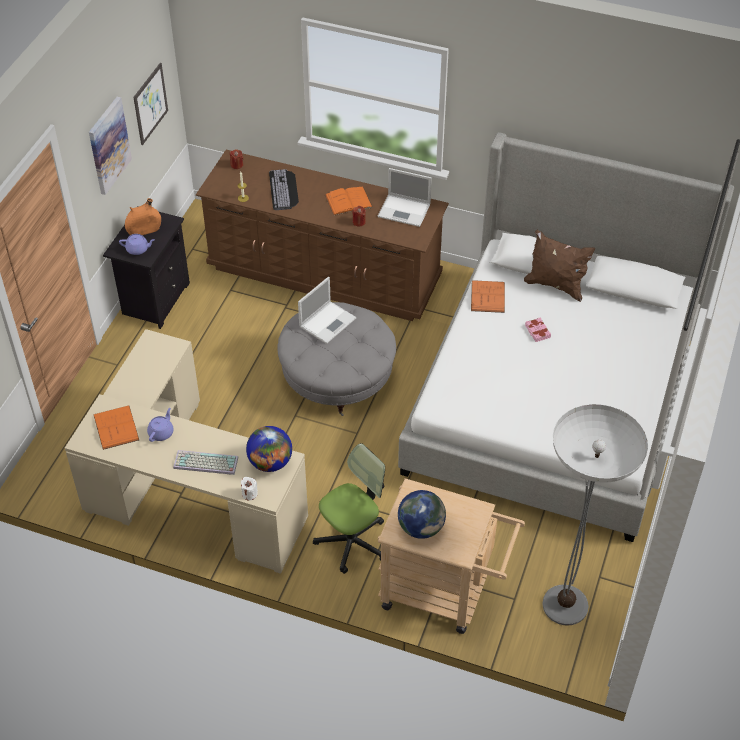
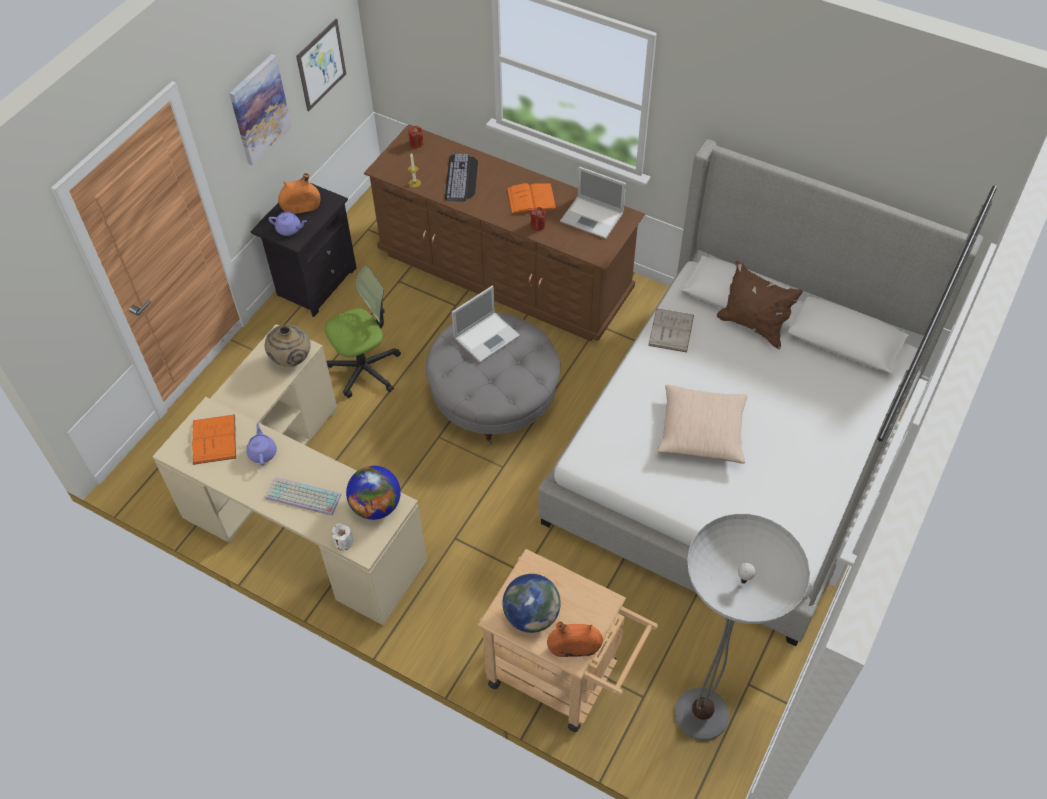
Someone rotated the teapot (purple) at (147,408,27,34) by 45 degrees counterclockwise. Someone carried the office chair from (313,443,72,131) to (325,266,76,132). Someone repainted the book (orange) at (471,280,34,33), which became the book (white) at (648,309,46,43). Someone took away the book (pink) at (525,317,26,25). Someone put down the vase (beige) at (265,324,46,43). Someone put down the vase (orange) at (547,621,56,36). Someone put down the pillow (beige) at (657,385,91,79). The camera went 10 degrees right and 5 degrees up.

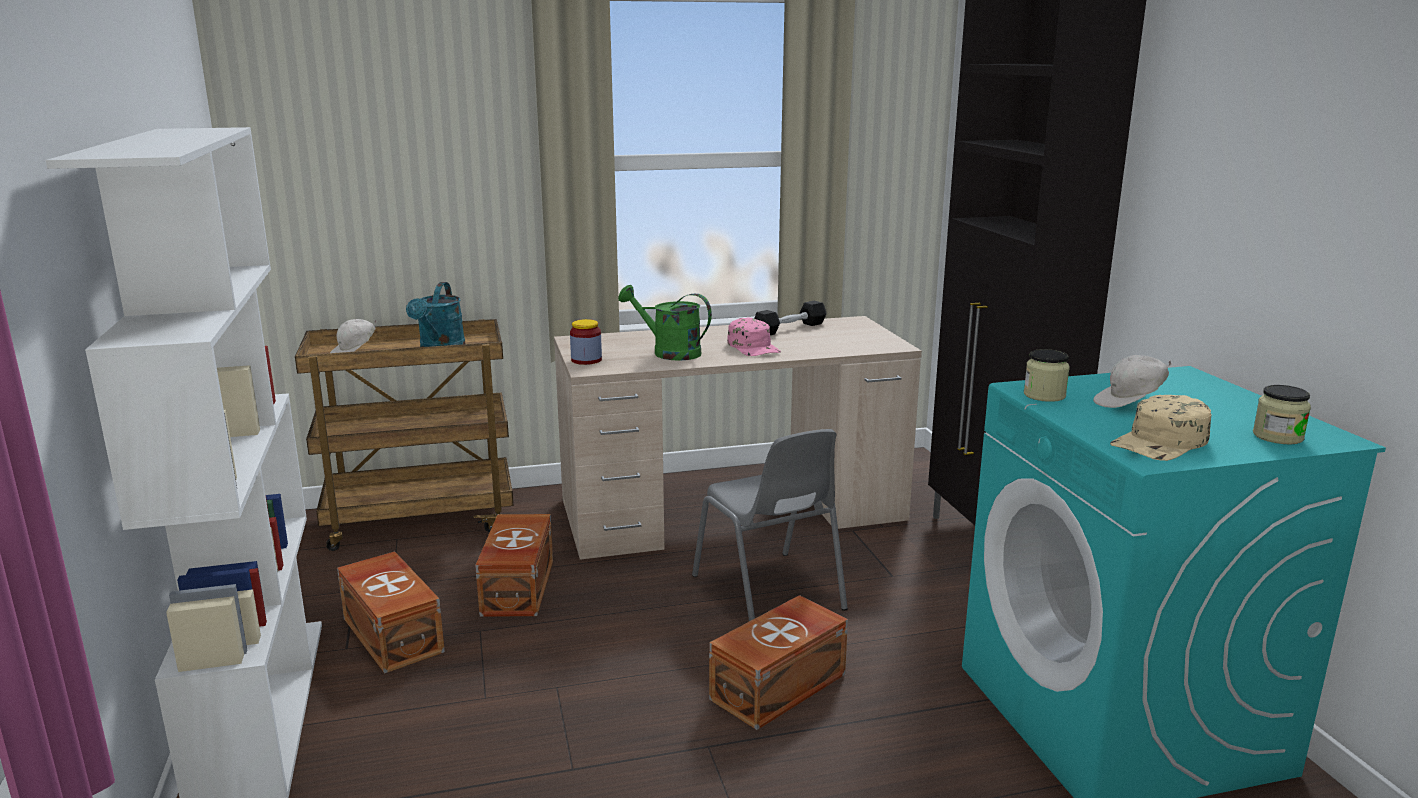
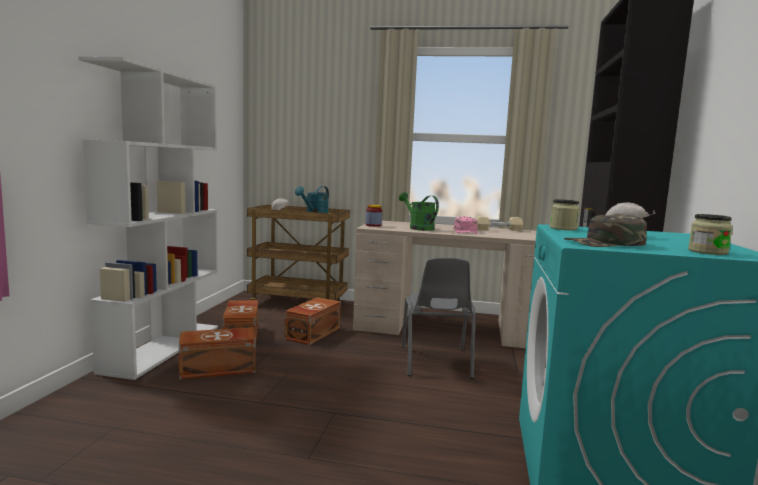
Someone carried the storage box (brown) from (709,595,139,135) to (179,327,77,52). Someone repainted the dumbbell (black) at (754,301,73,34), which became the dumbbell (beige) at (476,216,47,15). Someone repainted the cap (beige) at (1110,395,102,66), which became the cap (green) at (564,214,83,33). The camera went 25 degrees right and 10 degrees down.

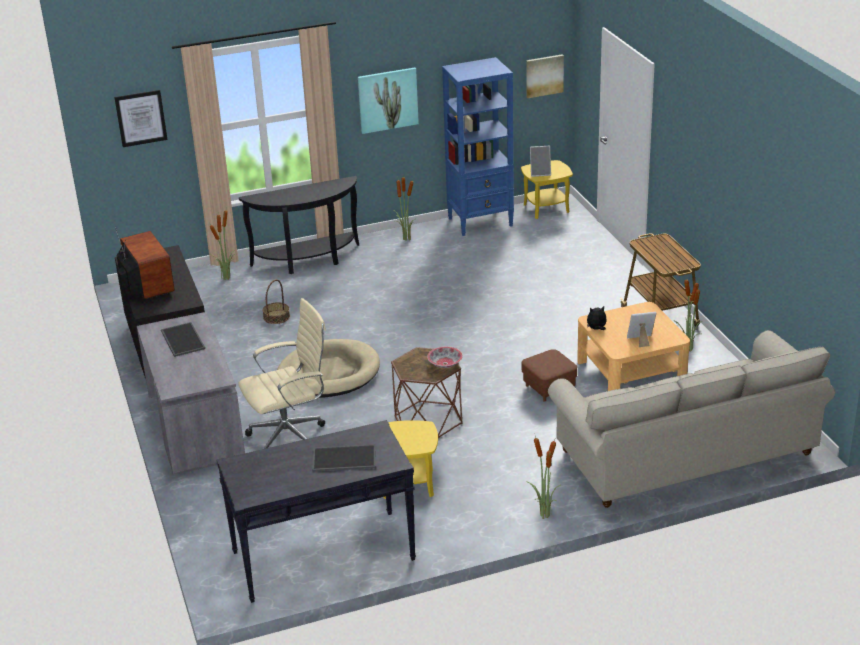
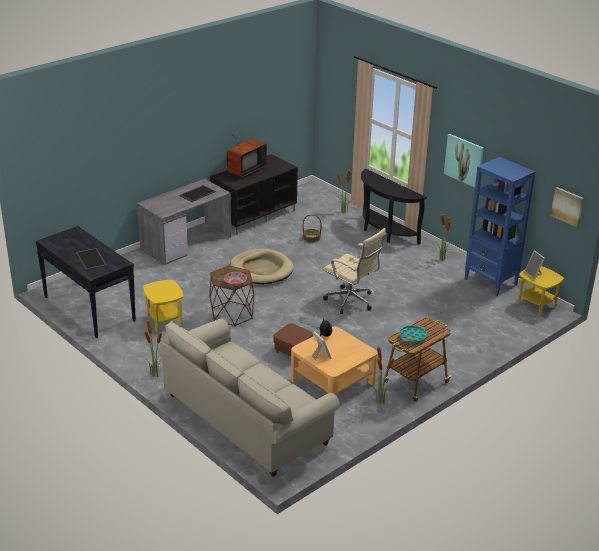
Someone took away the picture at (114,90,54,57). Someone carried the office chair (beige) from (238,298,88,151) to (323,228,63,86). Someone put down the tray (turquoise) at (399,326,28,17). The camera went 65 degrees right and 0 degrees up.

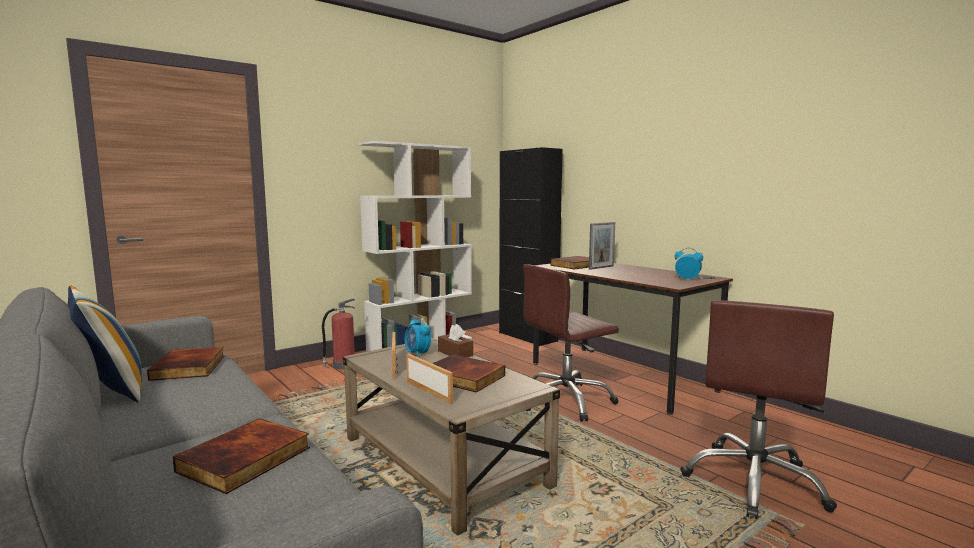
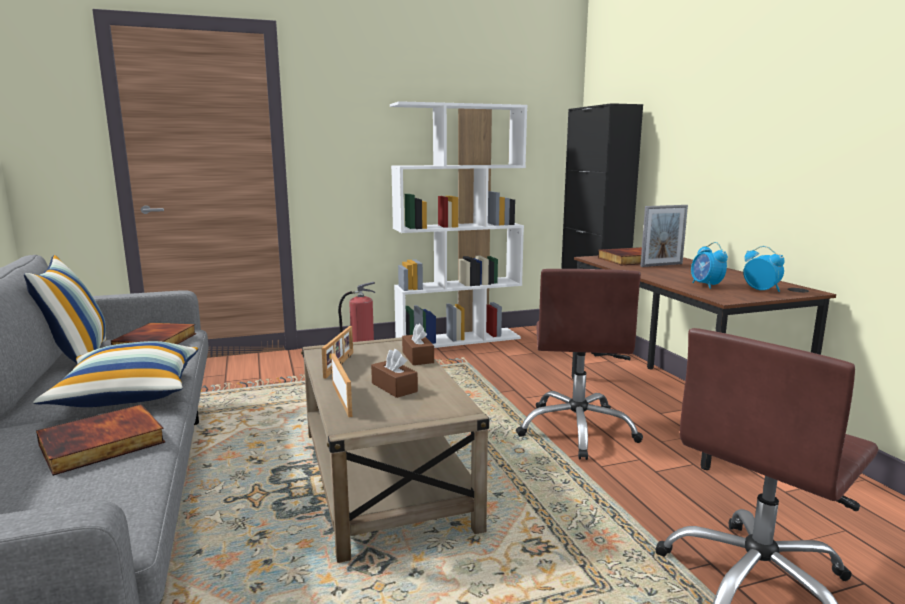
Someone carried the alarm clock from (405,316,26,42) to (691,242,37,47). Someone swapped the book at (432,354,73,39) for the tissue box (brown) at (371,349,47,49). Someone rotated the office chair (brown) at (523,264,96,158) by 75 degrees counterclockwise. Someone put down the pillow at (33,341,165,66). The camera went 20 degrees right and 5 degrees up.

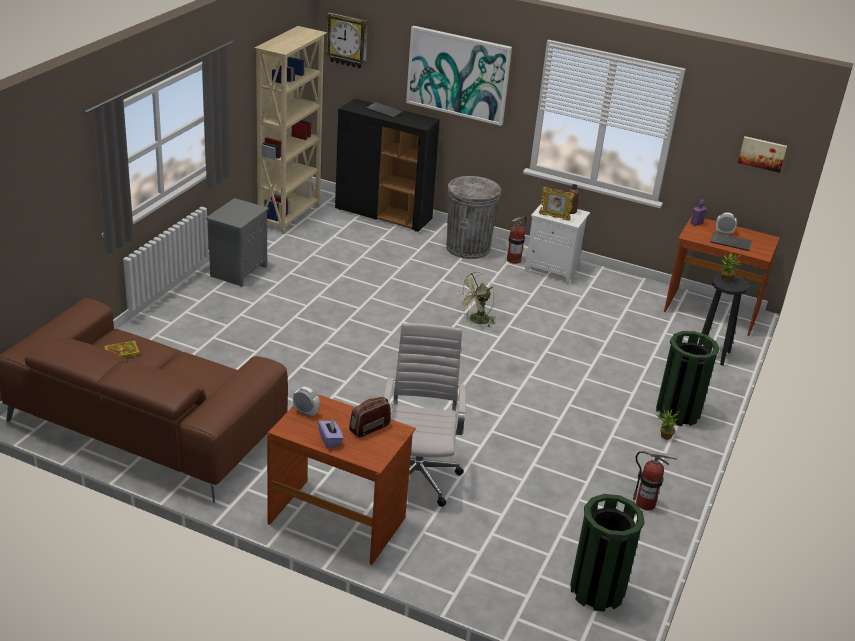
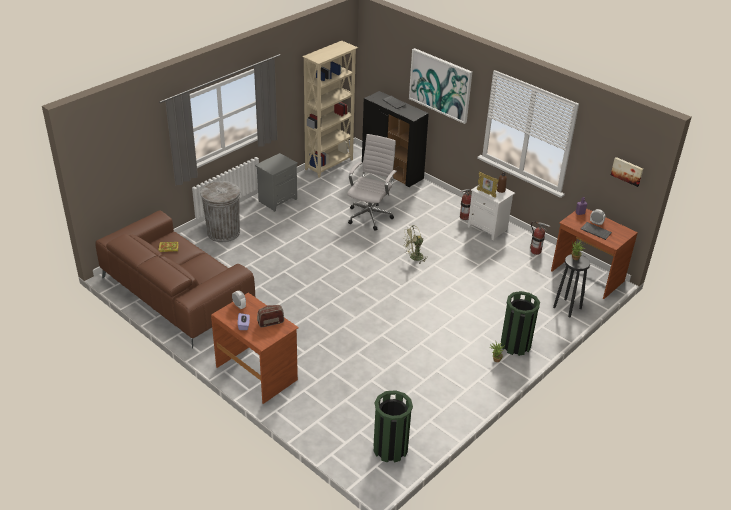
Someone took away the wall clock at (326,13,42,56). Someone carried the office chair (white) from (383,323,83,184) to (347,134,50,97). Someone carried the trash can (grey) from (446,176,55,83) to (200,181,40,61). Someone carried the fire extinguisher from (633,451,45,60) to (530,221,20,34). The camera went 20 degrees right and 5 degrees up.

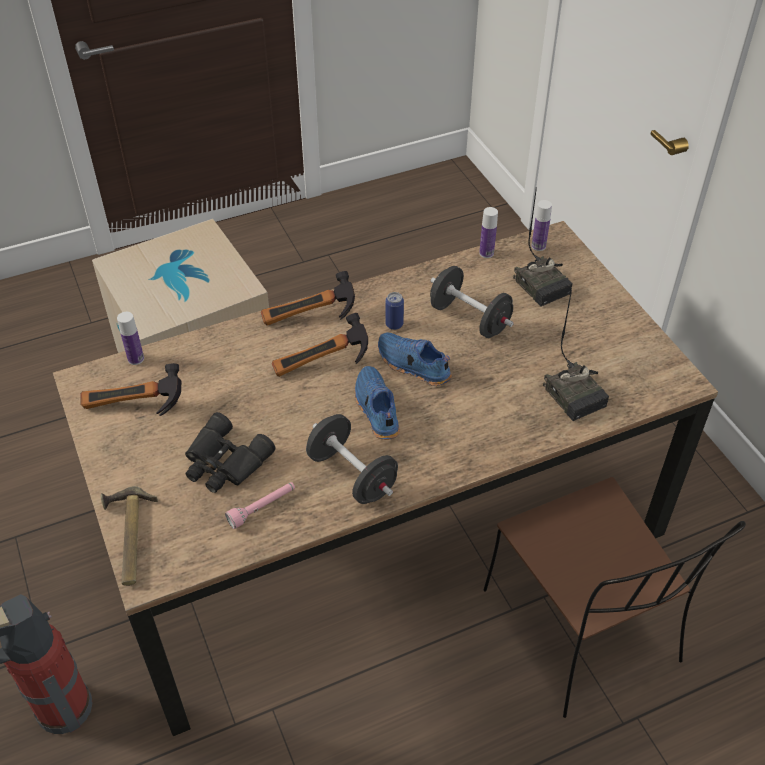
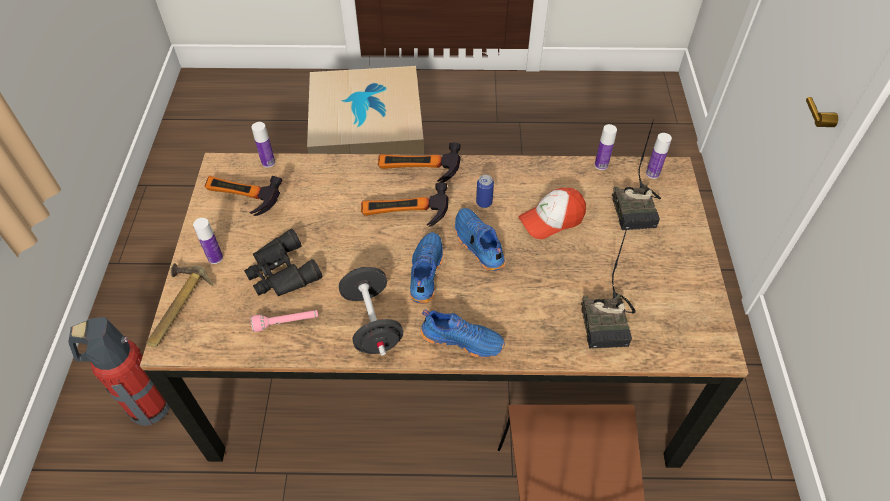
Someone swapped the dumbbell (black) at (430,266,84,72) for the cap at (518,188,68,51). Someone put down the bottle at (193,218,30,46). Someone put down the shoe (blue) at (420,309,85,49). The camera went 25 degrees right and 5 degrees up.

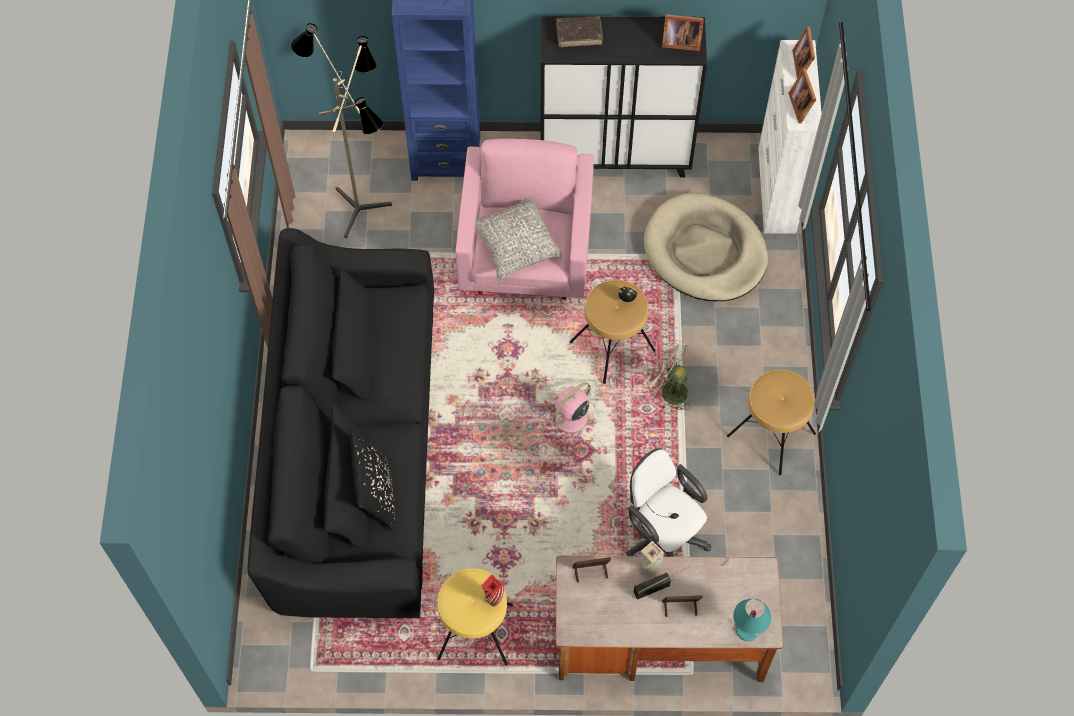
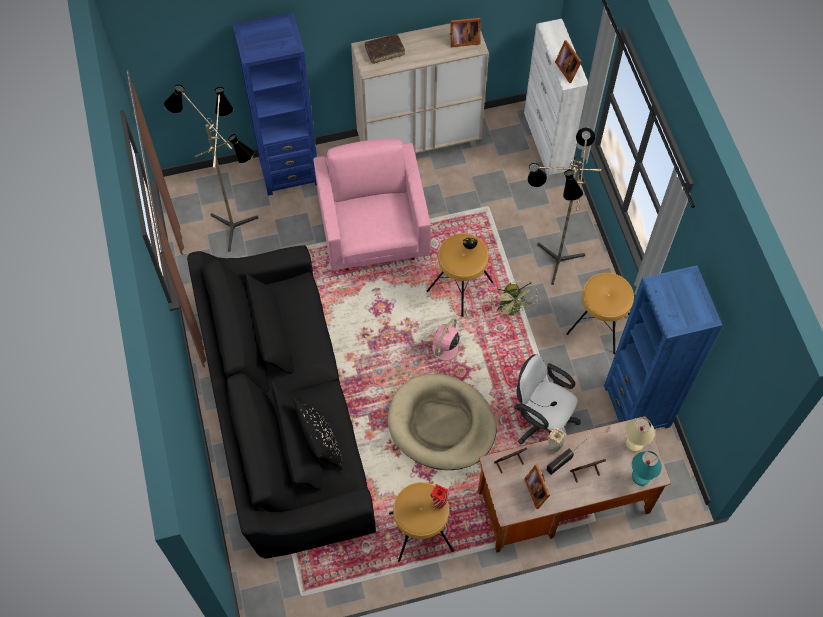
Someone repainted the stool (yellow) at (437,568,76,97), which became the stool (brown) at (389,482,65,80). Someone took away the pillow (grey) at (475,198,88,83). Someone repainted the cabinet (black) at (540,16,167,162), which became the cabinet (beige) at (351,23,138,130). Someone carried the dog bed (beige) from (644,193,124,108) to (388,374,109,96). Someone rotated the fan (green) at (645,340,45,73) by 120 degrees counterclockwise. Someone carried the picture frame from (792,27,23,51) to (524,464,26,45). Someone put down the floor lamp at (528,127,73,158). Someone put down the bookcase (blue) at (604,265,119,164). Someone put down the table lamp (beige) at (625,417,30,35). The camera went 15 degrees left and 0 degrees up.

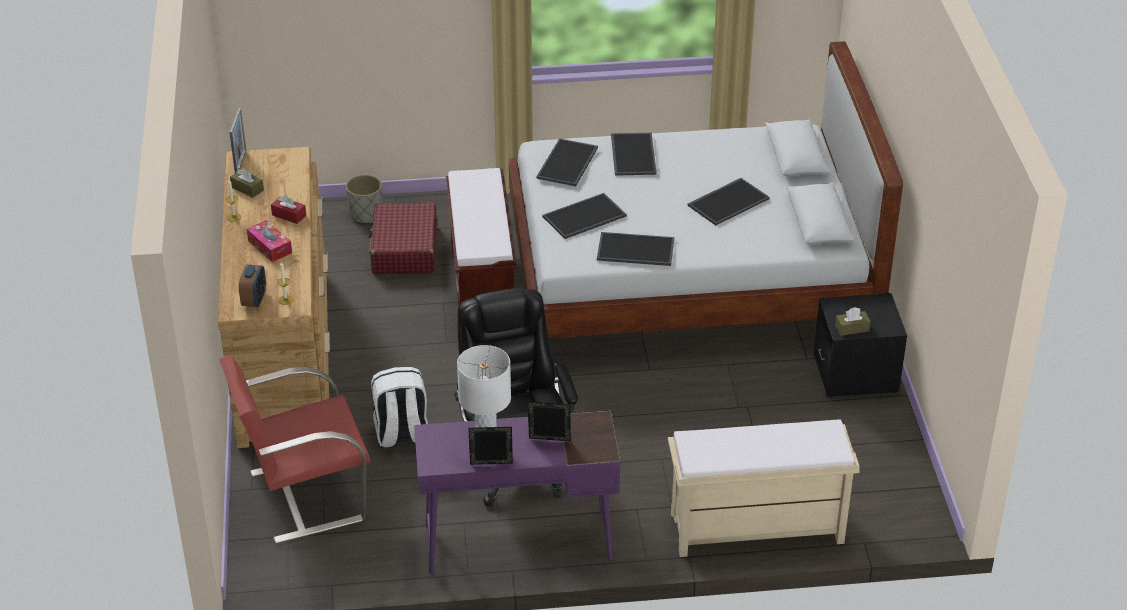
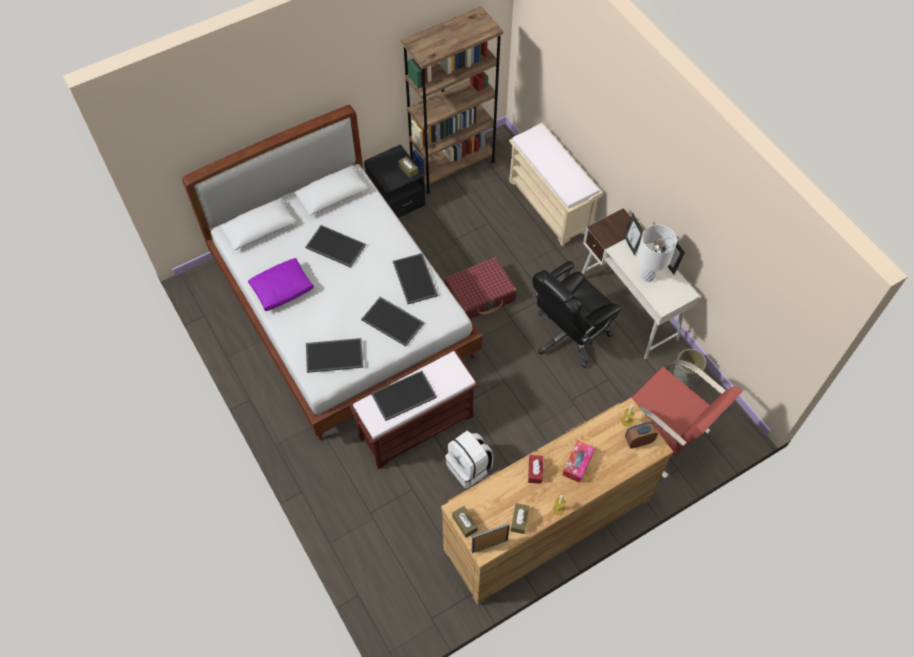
Someone carried the planter (grey) from (346,175,36,48) to (674,349,32,36). Someone carried the suitcase (red) from (368,202,69,72) to (444,257,72,62). Someone carried the backpack (white) from (371,367,57,81) to (445,431,49,58). Someone repainted the desk (purple) at (414,411,206,163), which became the desk (white) at (582,208,118,151). Someone carried the tray from (611,133,46,43) to (371,371,66,50). Someone put down the pillow (purple) at (248,258,66,53). Someone put down the bookcase (brown) at (401,6,102,188). Someone put down the tissue box (brown) at (452,506,26,32). The camera went 115 degrees left and 20 degrees up.

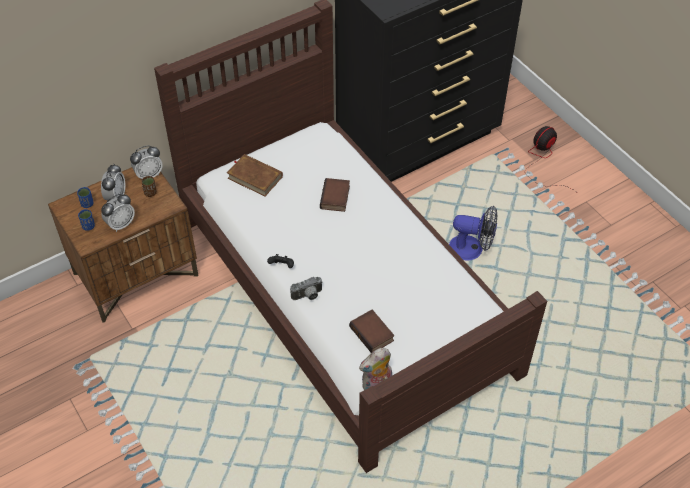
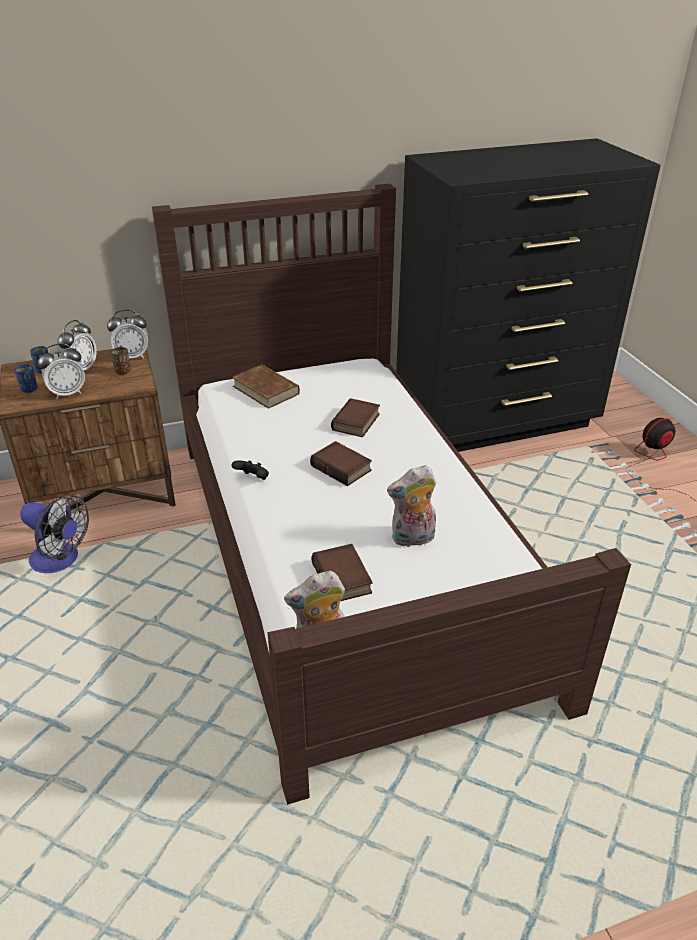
Someone took away the photo camera at (290,277,33,23). Someone carried the fan from (449,206,49,55) to (20,495,69,78). Someone put down the book at (310,441,62,45). Someone put down the plush toy at (387,465,49,82). The camera went 15 degrees right and 15 degrees down.

